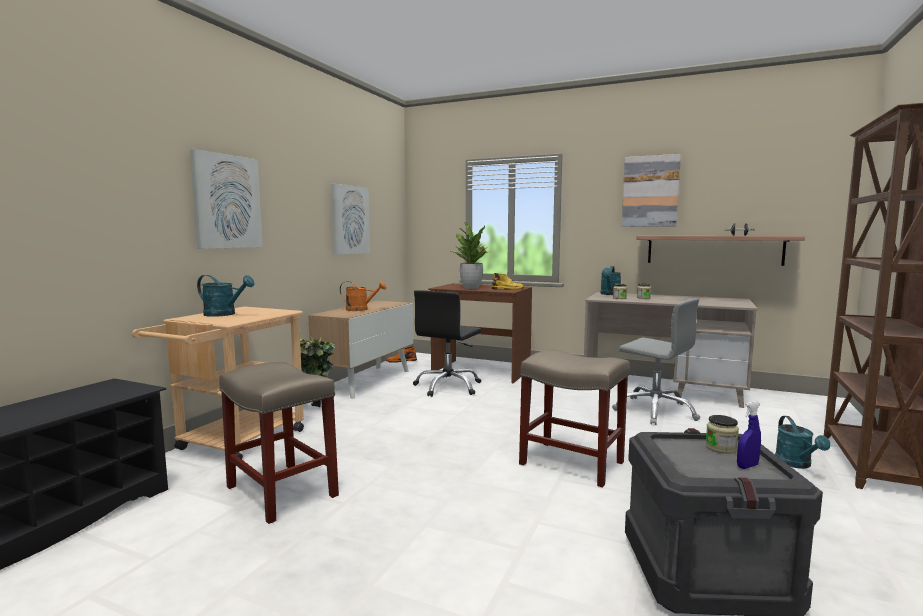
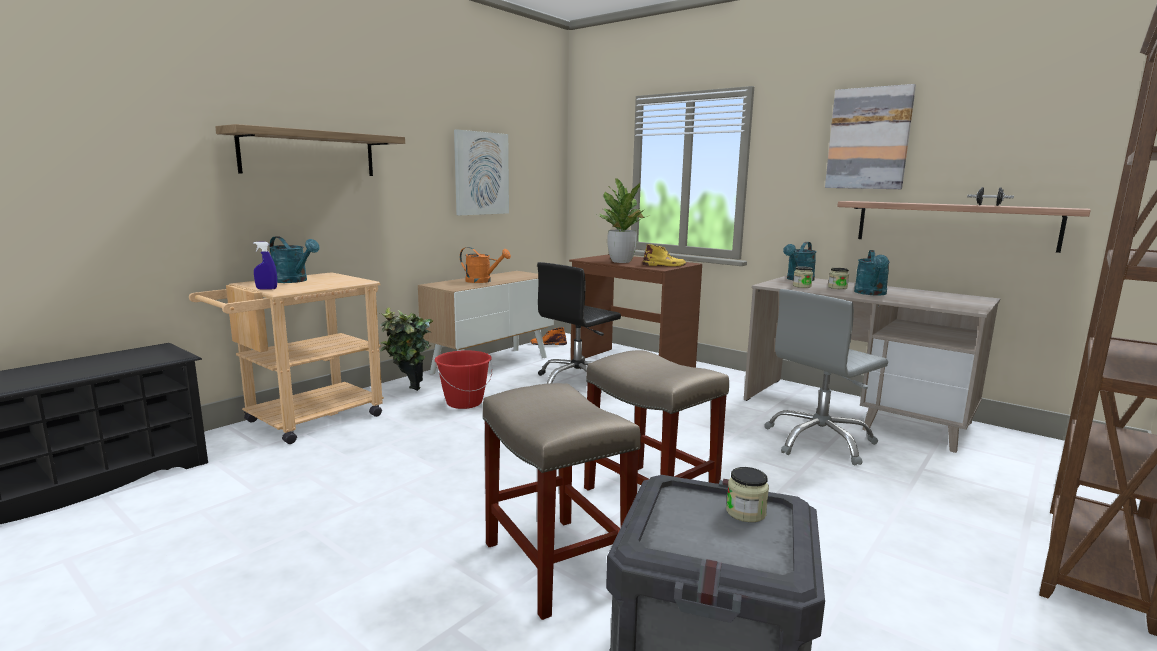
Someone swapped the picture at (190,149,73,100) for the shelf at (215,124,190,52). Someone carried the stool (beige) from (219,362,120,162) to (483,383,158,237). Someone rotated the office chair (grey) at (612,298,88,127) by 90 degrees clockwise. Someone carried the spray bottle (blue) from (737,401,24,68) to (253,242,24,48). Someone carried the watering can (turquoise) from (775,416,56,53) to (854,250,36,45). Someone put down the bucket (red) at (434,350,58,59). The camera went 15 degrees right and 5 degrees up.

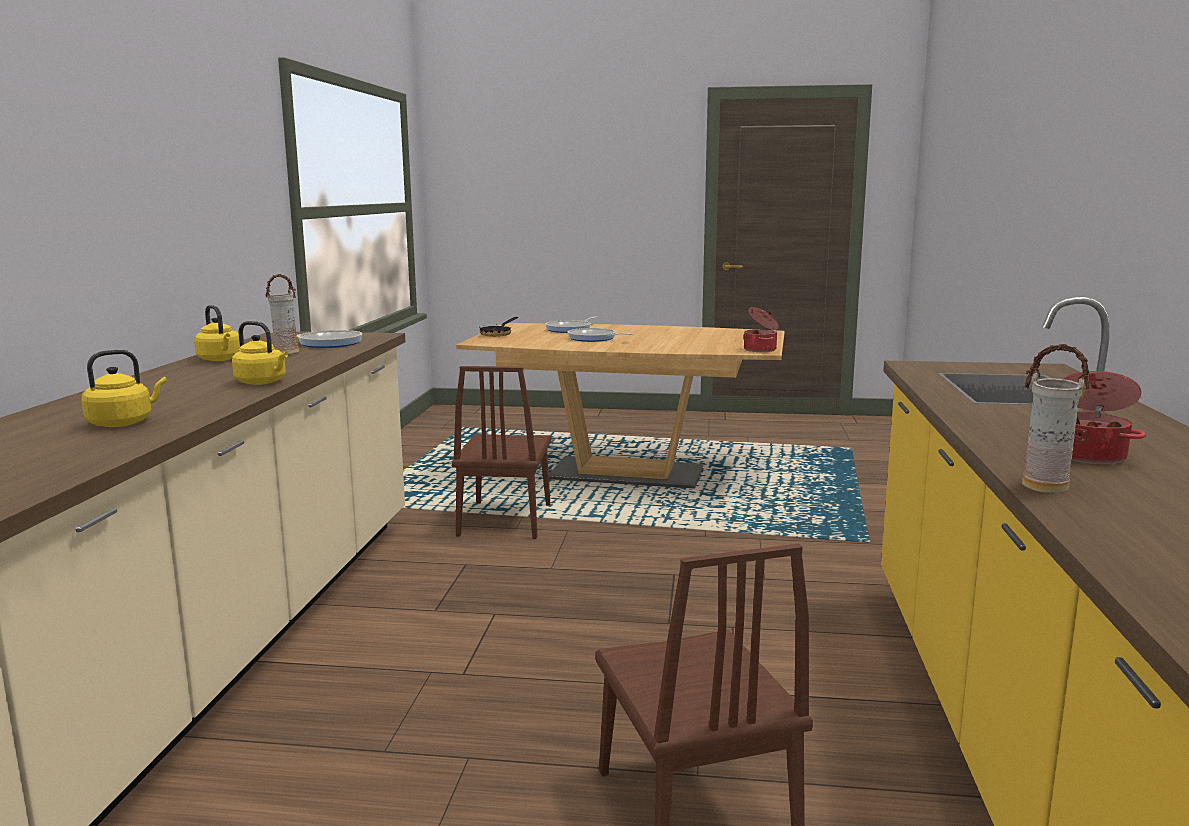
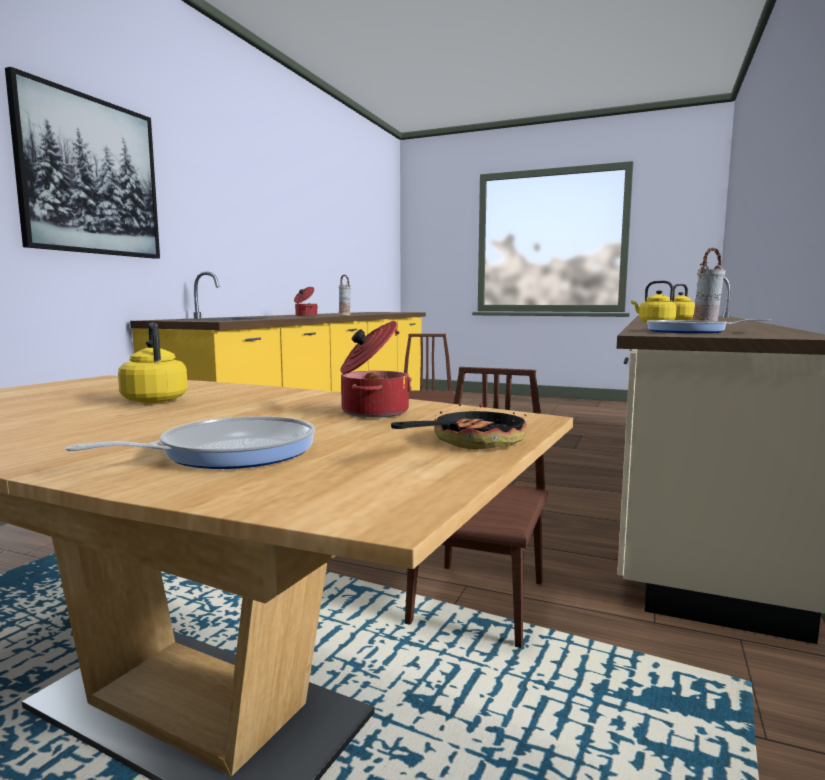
Someone carried the kettle (yellow) from (194,305,46,56) to (118,322,70,81). Someone took away the frying pan at (567,328,66,14). Someone carried the cooking pot from (743,307,37,45) to (340,321,72,97). Someone put up the picture at (5,67,155,192). The camera went 165 degrees left and 5 degrees down.

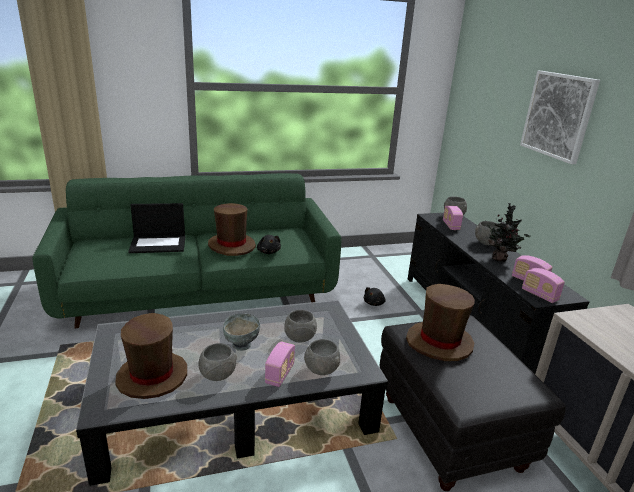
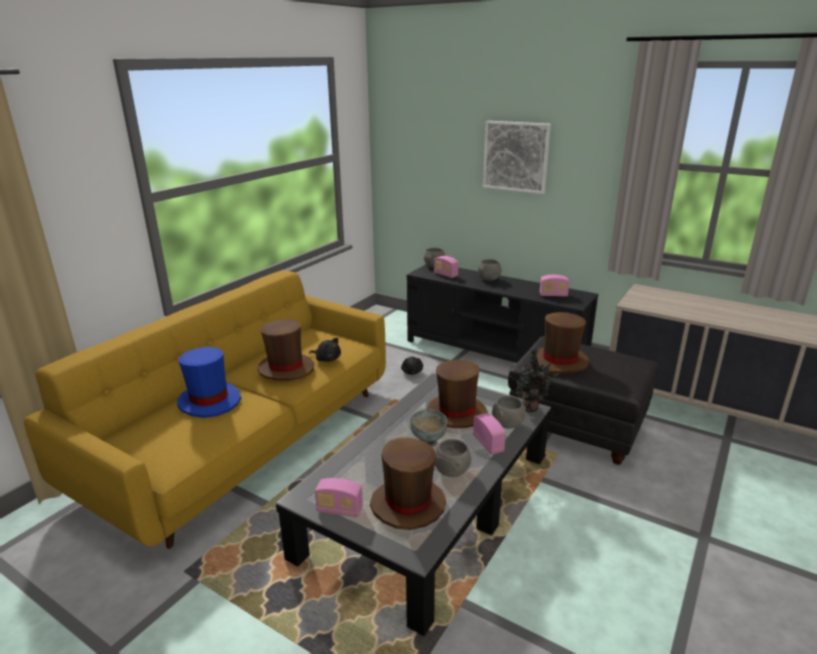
Someone repainted the sofa (green) at (32,173,309,156), which became the sofa (yellow) at (24,271,362,278). Someone swapped the laptop at (128,203,57,50) for the hat (blue) at (177,347,64,71). Someone swapped the bowl (grey) at (284,309,33,33) for the hat (brown) at (427,360,61,68). Someone carried the potted plant from (487,203,44,59) to (510,347,49,65). Someone carried the radio from (522,268,43,35) to (315,478,48,40). The camera went 40 degrees left and 0 degrees up.

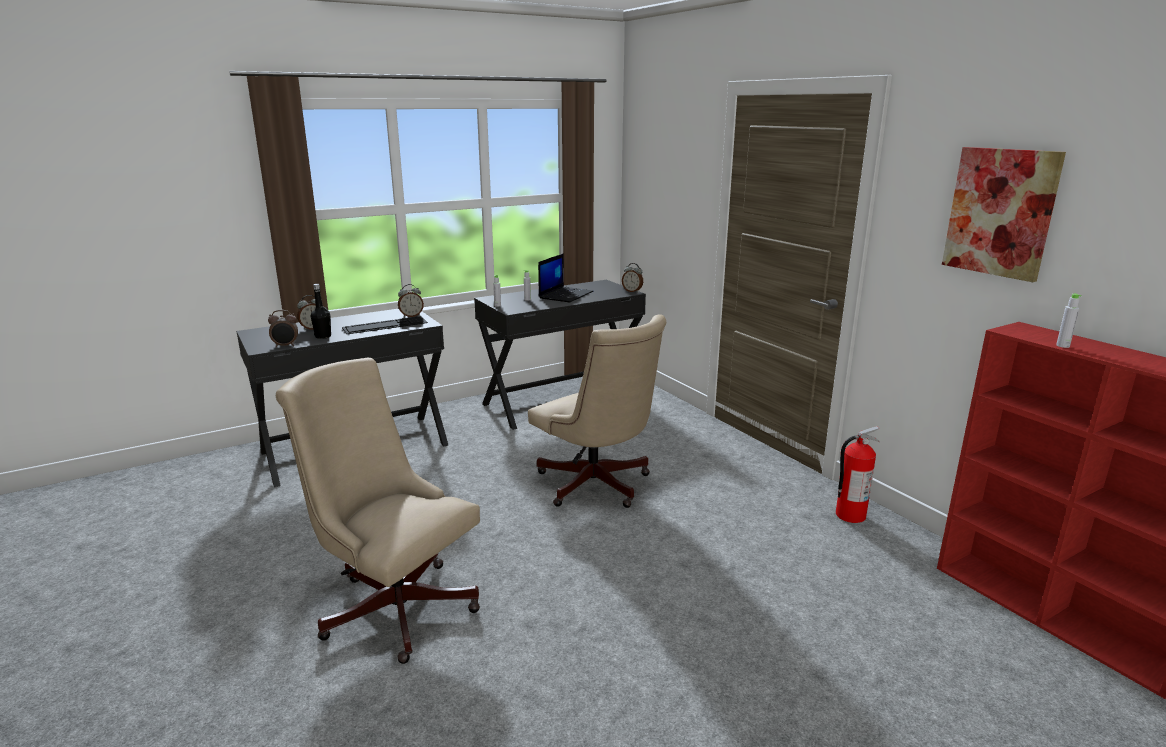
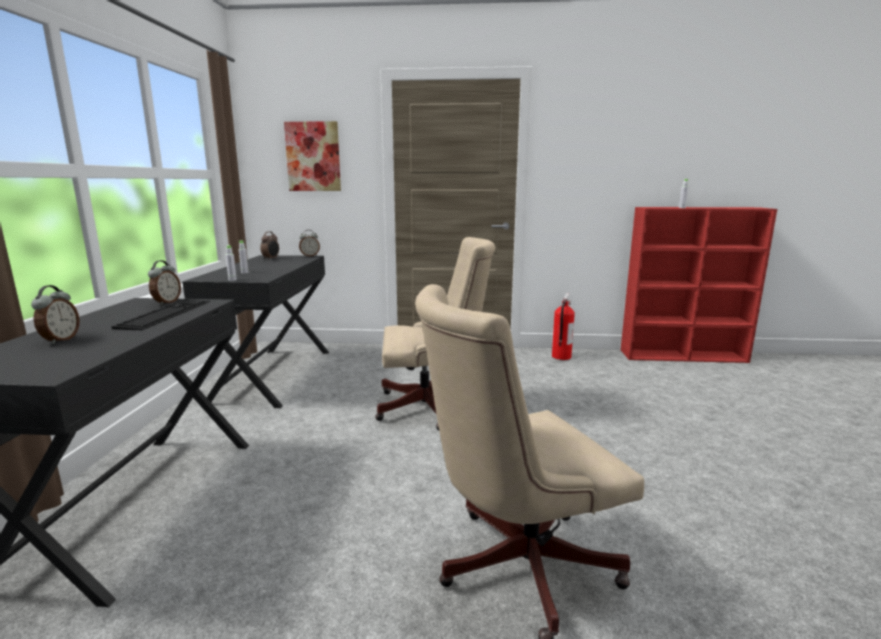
Someone carried the alarm clock from (268,310,30,38) to (260,231,19,29). Someone took away the bottle (black) at (311,284,20,55). Someone took away the laptop at (538,253,55,49). Someone carried the picture from (942,147,124,135) to (284,121,57,70). The camera went 55 degrees left and 5 degrees down.

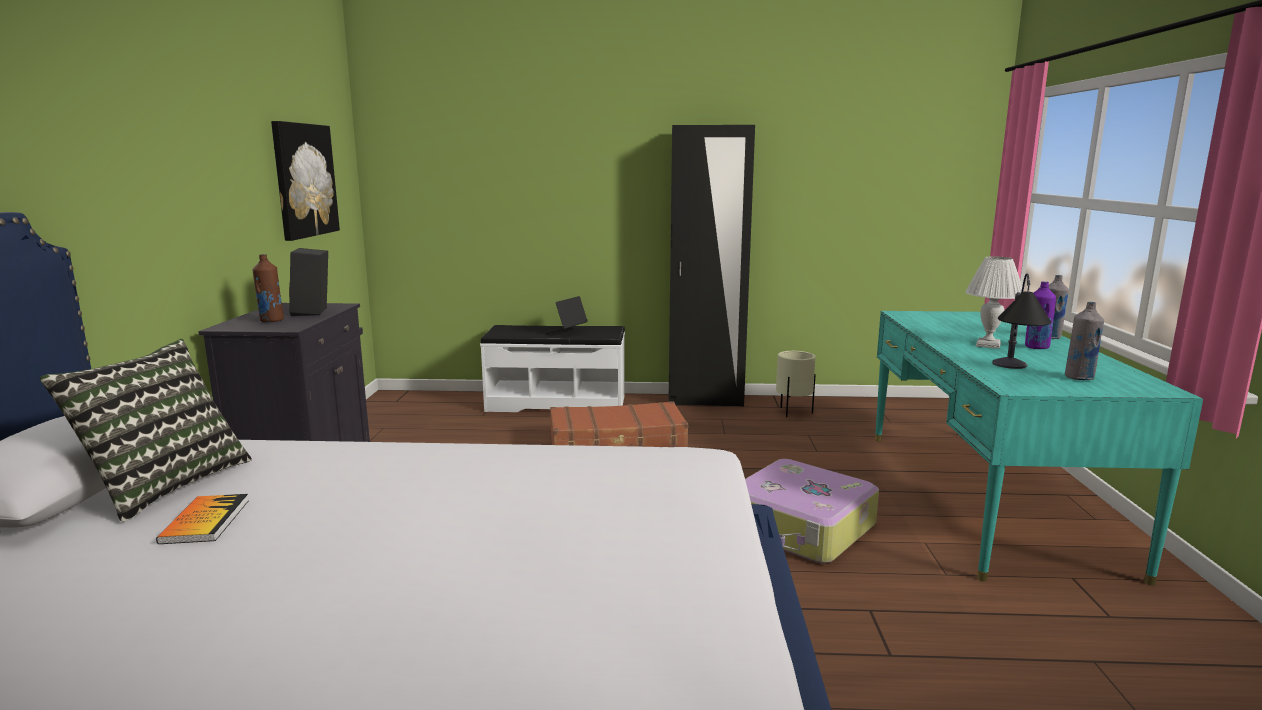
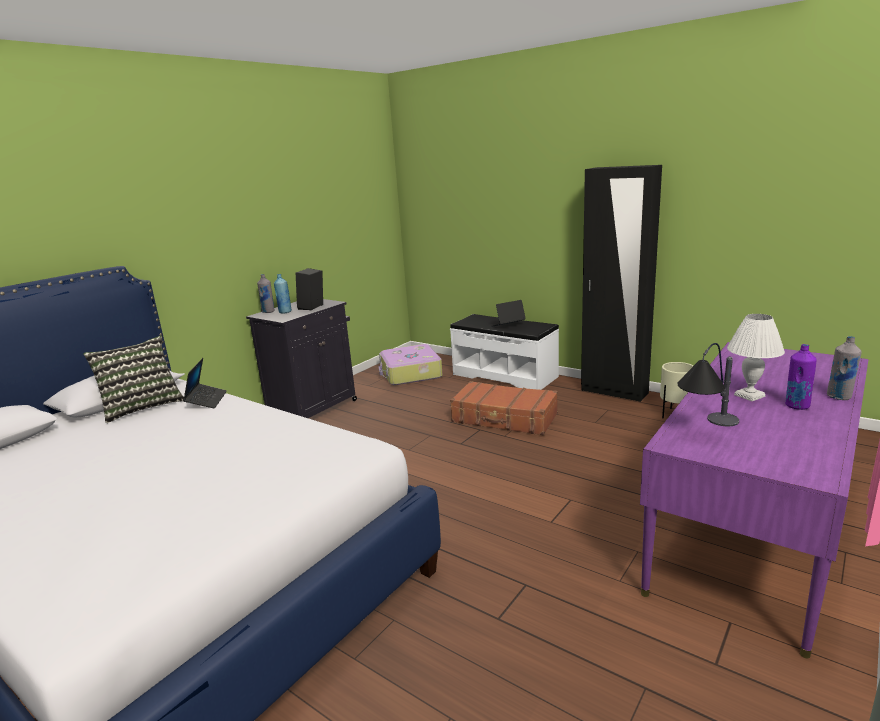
Someone took away the book at (156,494,93,50). Someone repainted the bottle (brown) at (253,254,31,68), which became the bottle (blue) at (274,274,18,39). Someone took away the picture at (271,121,69,120). Someone carried the suitcase from (745,459,134,104) to (379,344,64,41). Someone repainted the desk (turquoise) at (875,311,328,275), which became the desk (purple) at (640,342,229,317). Someone carried the bottle (grey) from (1065,302,39,78) to (257,274,18,39). Someone put down the laptop at (183,358,44,50). The camera went 35 degrees right and 5 degrees up.

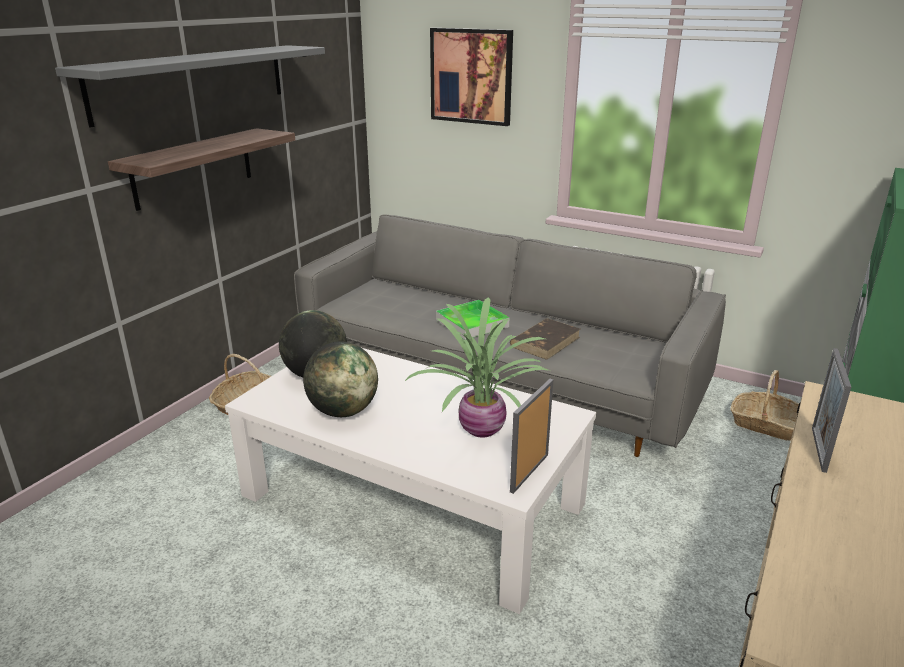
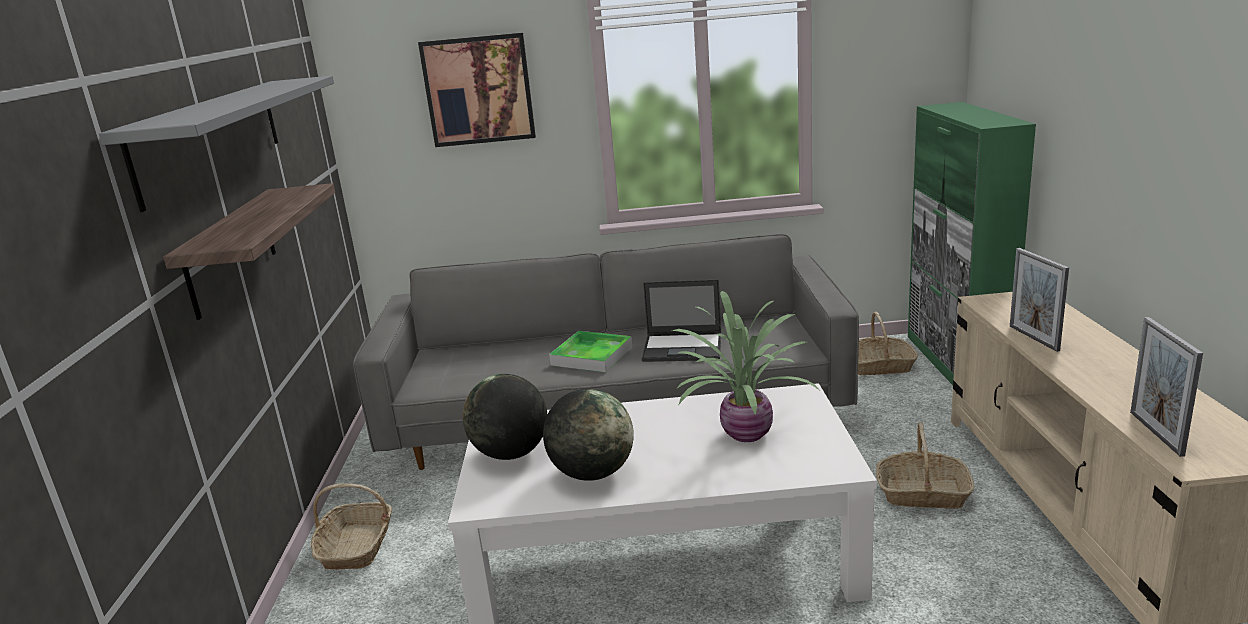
Someone swapped the book (brown) at (510,318,70,42) for the laptop at (642,279,79,83). Someone carried the picture frame from (510,379,43,115) to (1130,317,73,140). Someone put down the basket at (876,422,99,87). The camera went 30 degrees left and 5 degrees down.

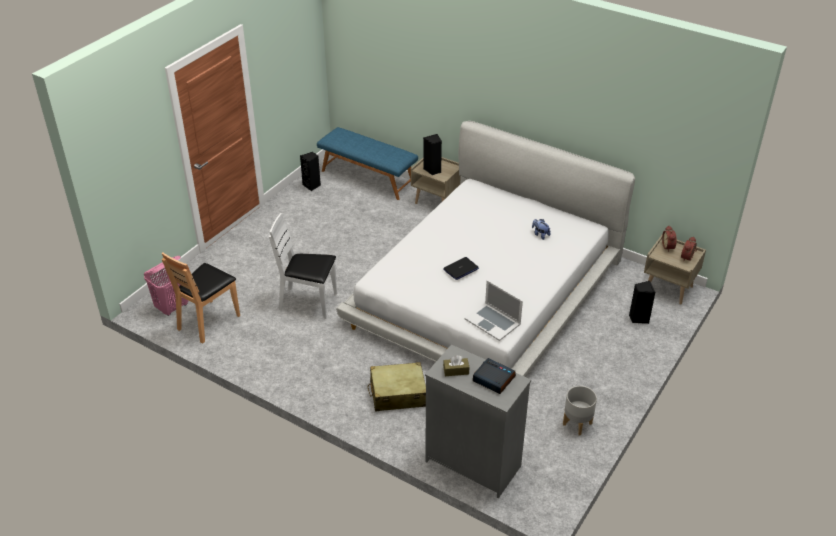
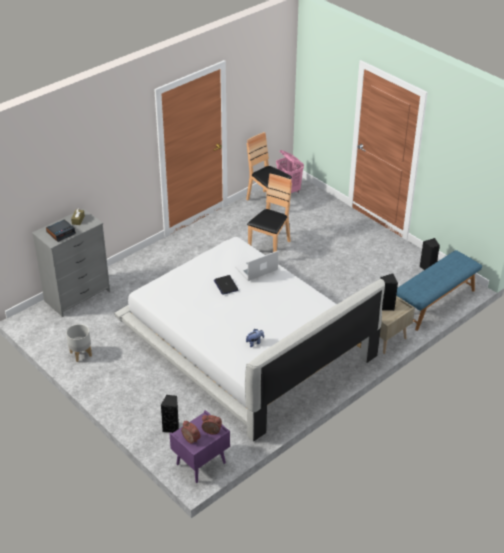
Someone repainted the chair (white) at (269,213,68,106), which became the chair (brown) at (247,174,45,78). Someone took away the suitcase (beige) at (368,362,58,49). Someone carried the laptop from (464,280,59,61) to (235,251,43,30). Someone repainted the nightstand (beige) at (644,235,62,69), which became the nightstand (purple) at (170,410,60,73). The camera went 105 degrees right and 0 degrees up.

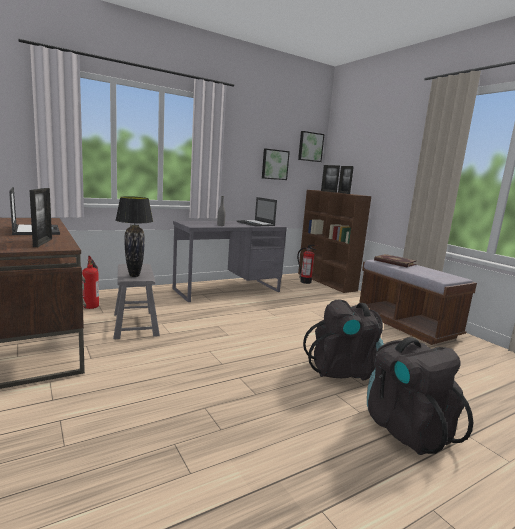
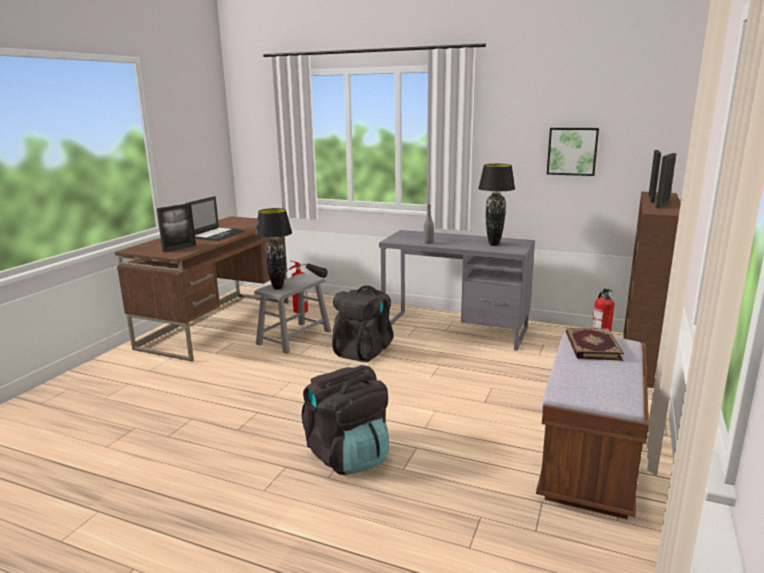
Someone swapped the laptop at (237,197,40,30) for the table lamp (black) at (478,164,37,82). Someone took away the picture at (298,131,27,31). Someone carried the backpack (black) from (367,337,106,118) to (332,285,62,77). The camera went 55 degrees right and 5 degrees up.

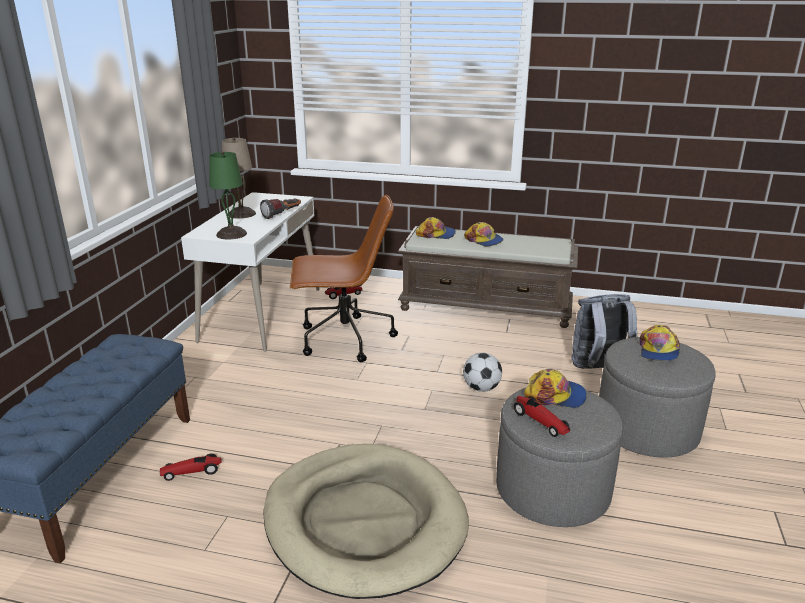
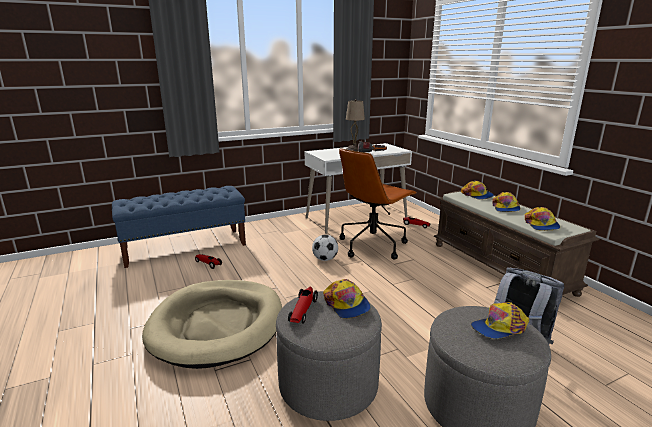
Someone took away the table lamp (green) at (209,152,38,88). Someone rotated the office chair (brown) at (290,194,108,168) by 90 degrees clockwise. Someone carried the football from (463,353,39,39) to (312,235,26,26). Someone put down the cap at (525,207,35,24). The camera went 50 degrees right and 5 degrees down.

